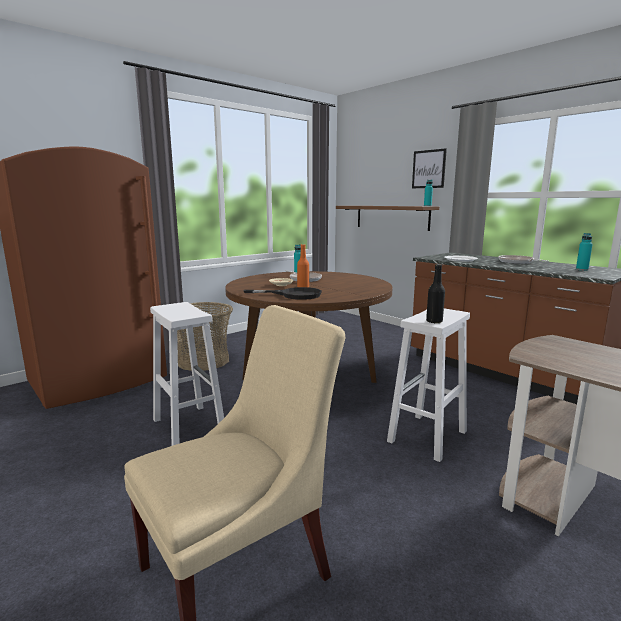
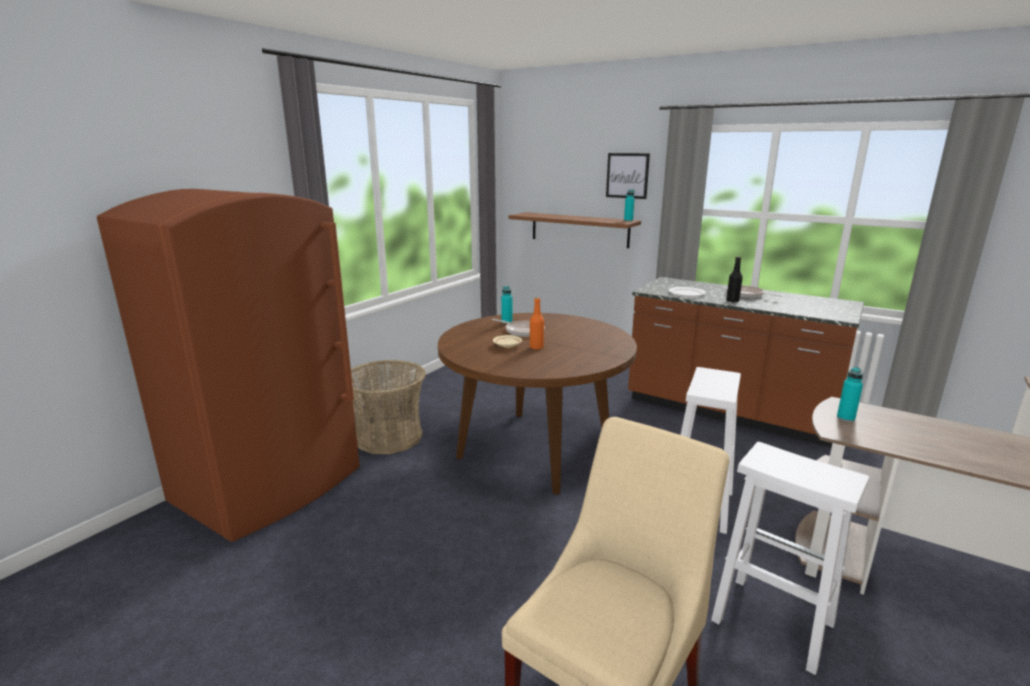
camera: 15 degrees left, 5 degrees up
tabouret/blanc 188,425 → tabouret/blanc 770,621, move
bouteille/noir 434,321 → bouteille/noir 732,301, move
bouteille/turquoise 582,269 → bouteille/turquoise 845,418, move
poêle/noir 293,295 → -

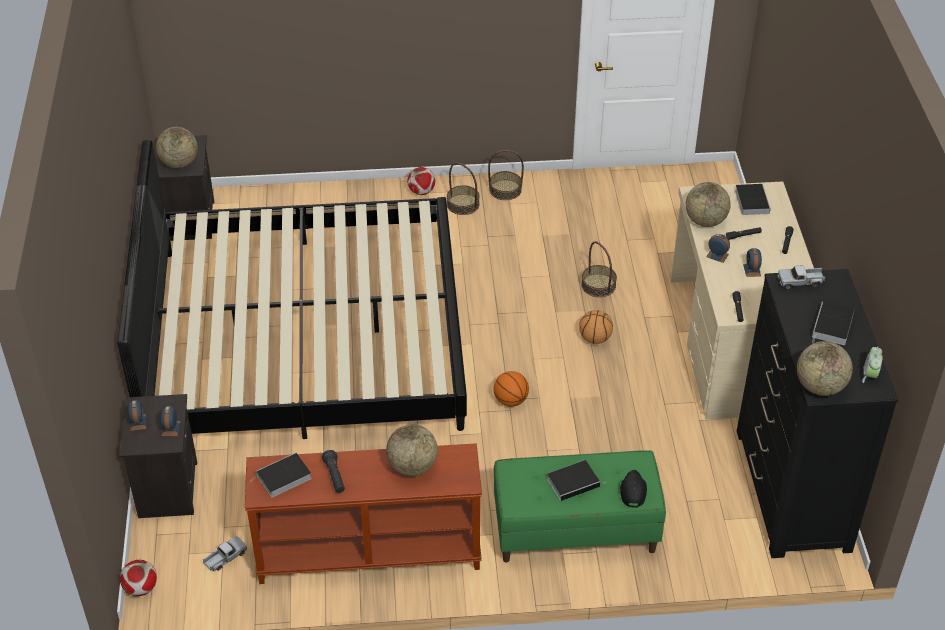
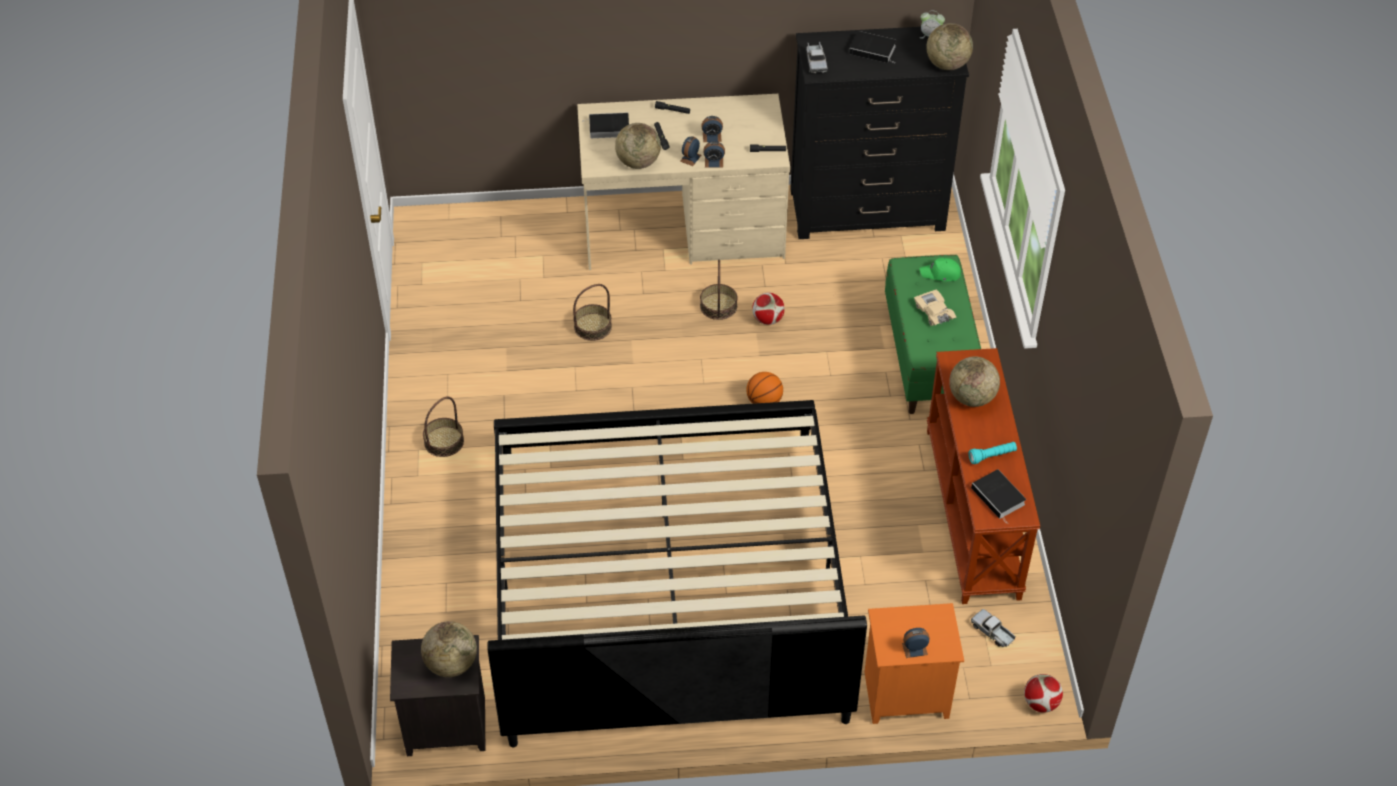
camera: 90 degrees left, 5 degrees up
panier 505,190 → panier 718,306, move
réveil 171,428 → réveil 714,162, move
ballon de foot 421,191 → ballon de foot 768,319, move
table de chevet/noir 166,488 → table de chevet/orange 905,696
livre 574,482 → petite voiture/beige 934,312
casquette/noir 632,491 → casquette/vert 941,273
lampe de poche/noir 335,476 → lampe de poche/turquoise 992,456
ballon de basket 595,339 → -

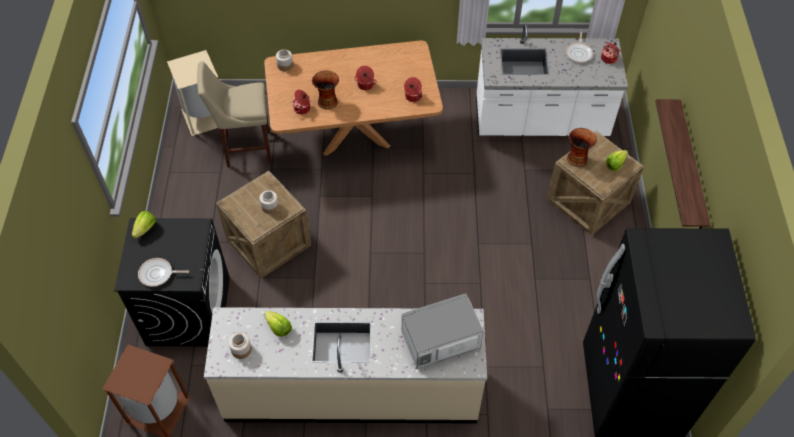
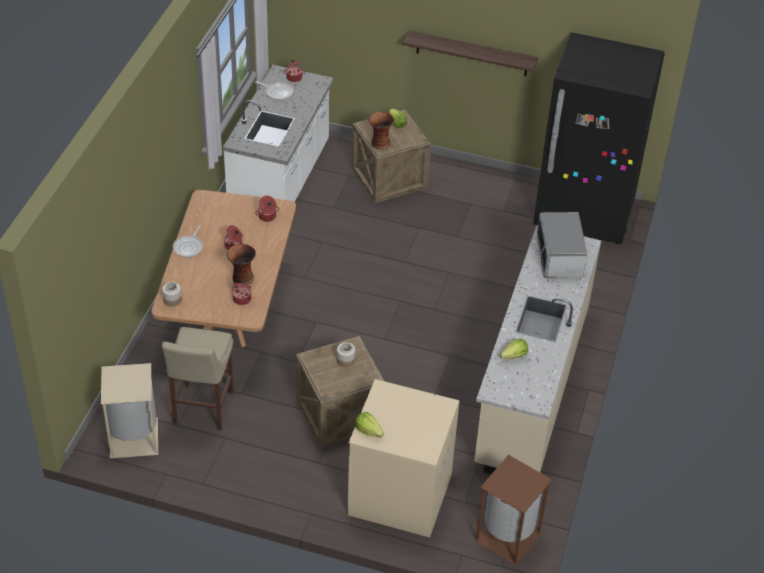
camera: 75 degrees left, 10 degrees down
poêle 158,274 → poêle 189,247, move
lave-linge/noir 188,310 → lave-linge/beige 399,495
bocal 241,349 → -

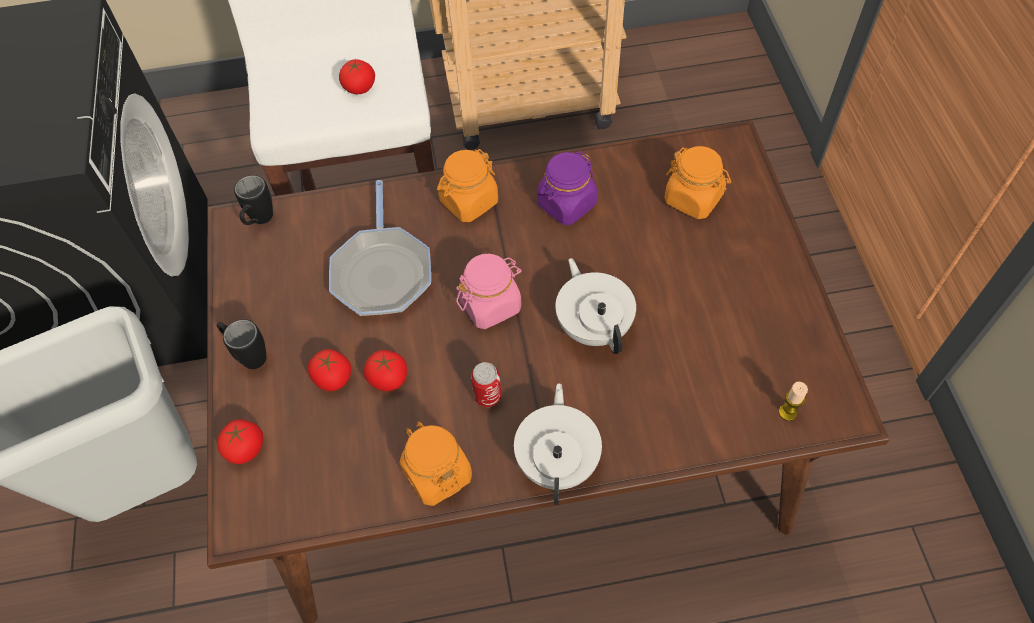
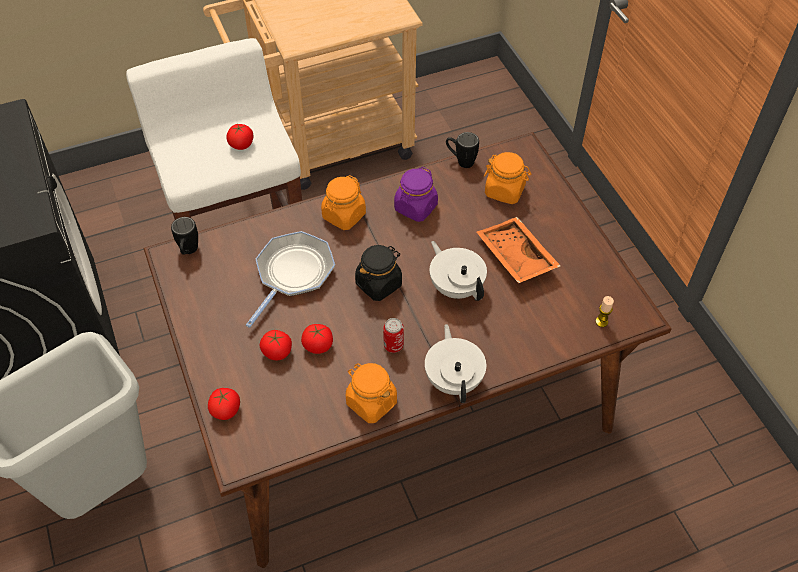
camera: 15 degrees left, 5 degrees down
poêle 382,271 → poêle 293,273, 135 degrees counterclockwise
bocal/rose 490,304 → bocal/noir 379,284
mug/noir 248,354 → mug/noir 460,161, move
- → plateau/orange 514,257

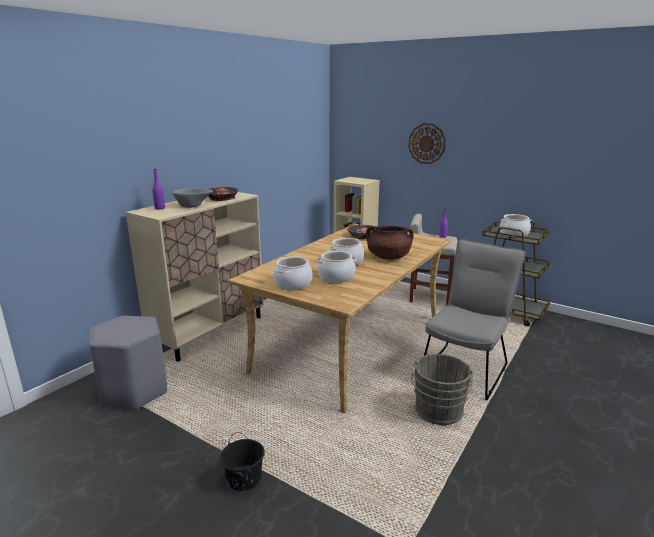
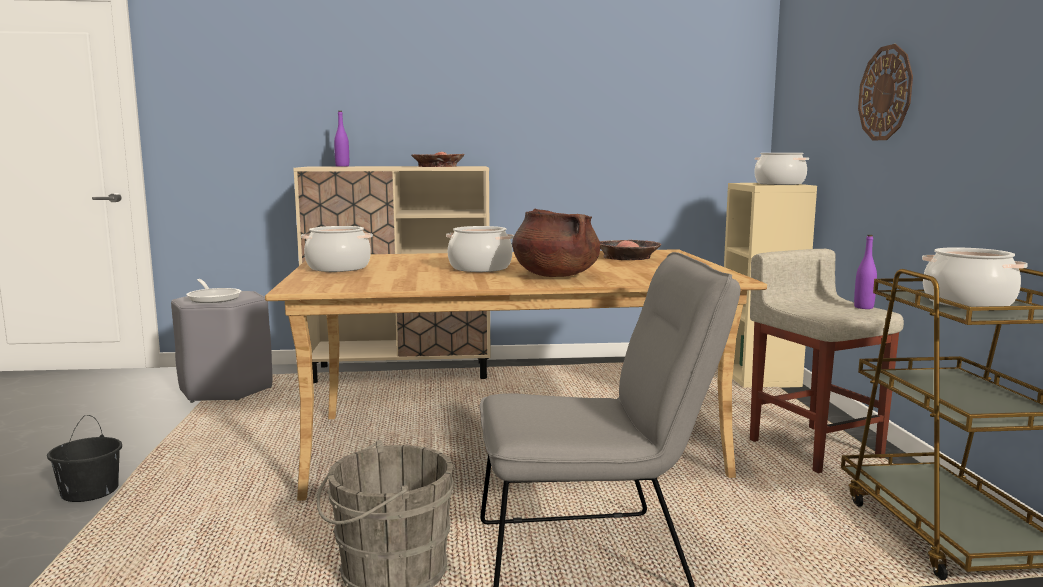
camera: 50 degrees right, 10 degrees down
- → poêle 213,298
marmite 336,277 → marmite 779,184, move
bol/gris 193,206 → -

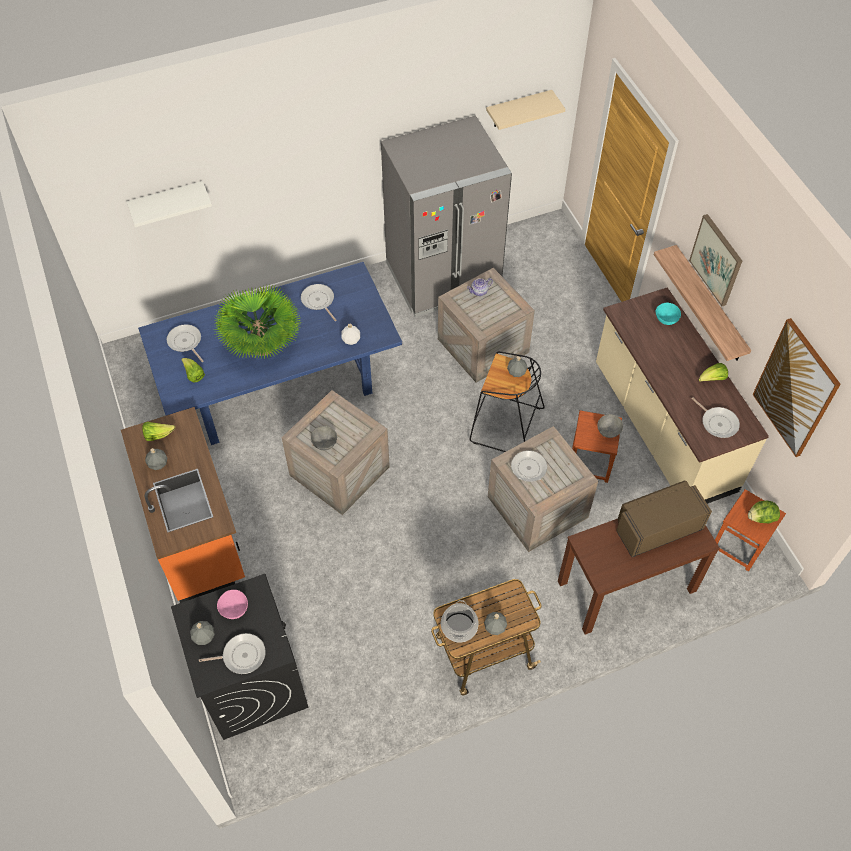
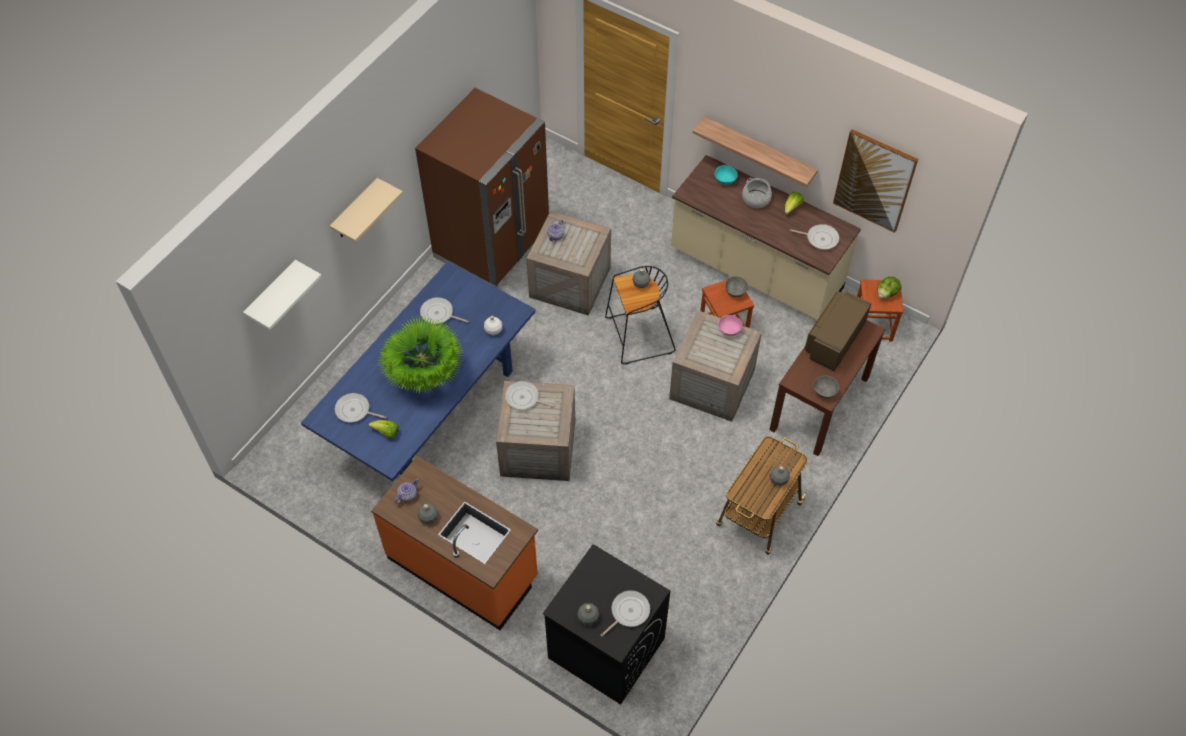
camera: 35 degrees left, 0 degrees up
étagère/beige 518,109 → étagère/beige 355,210, move
laitue 158,435 → théière 407,495
réfrigérateur/gris 443,278 → réfrigérateur/marron 492,244
poêle 530,470 → poêle 524,398, move
bol/rose 234,610 → bol/rose 729,331, move
marmite 459,627 → marmite 755,199, move
bol/gris 324,443 → bol/gris 824,392, move
tableau 716,260 → -

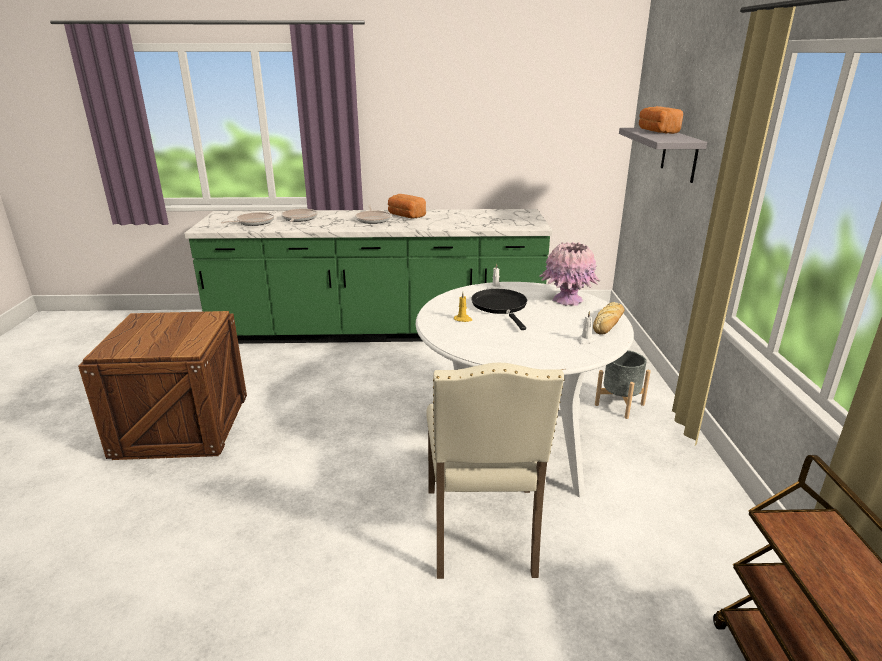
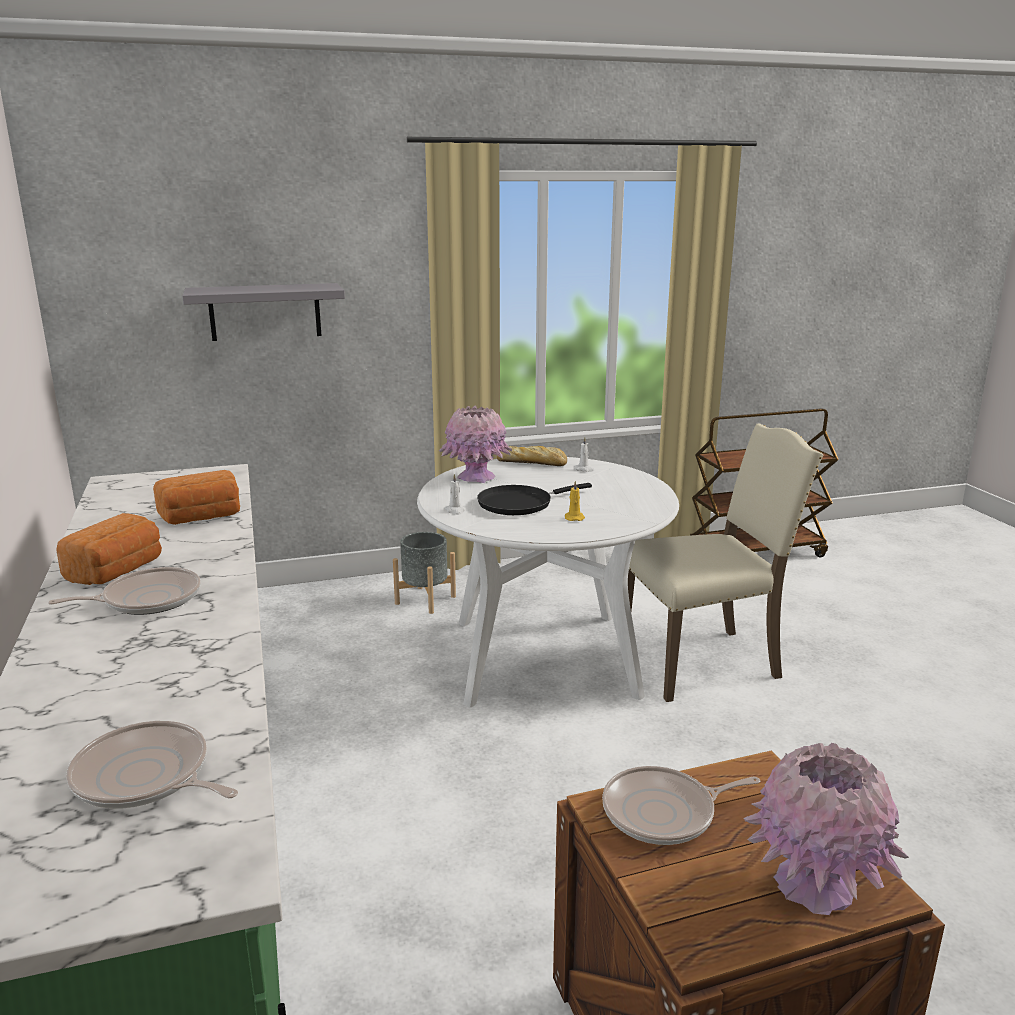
camera: 105 degrees left, 5 degrees down
pain 656,131 → pain 202,517, move
poêle 299,219 → poêle 664,813, move
- → vase/rose 816,886

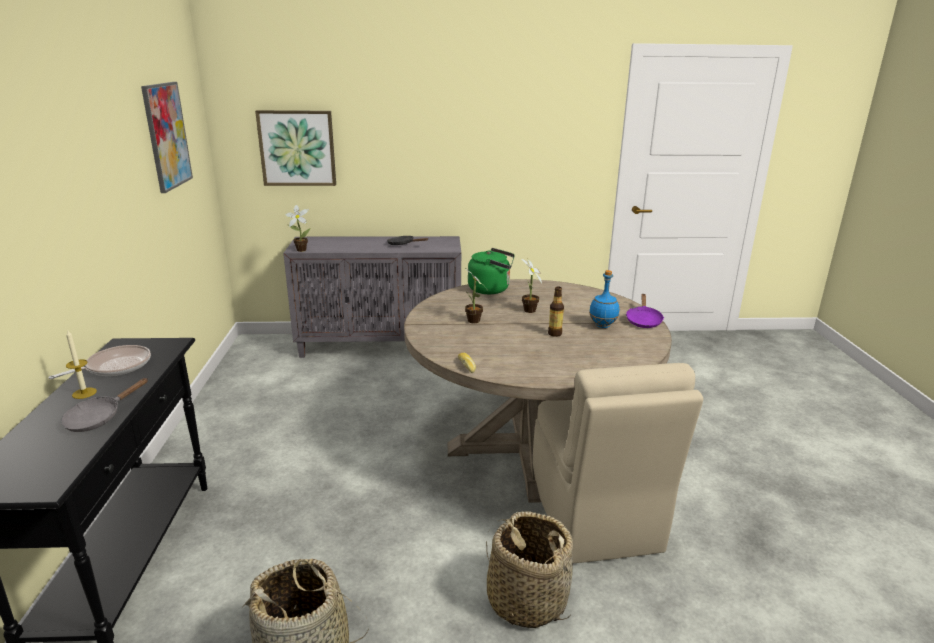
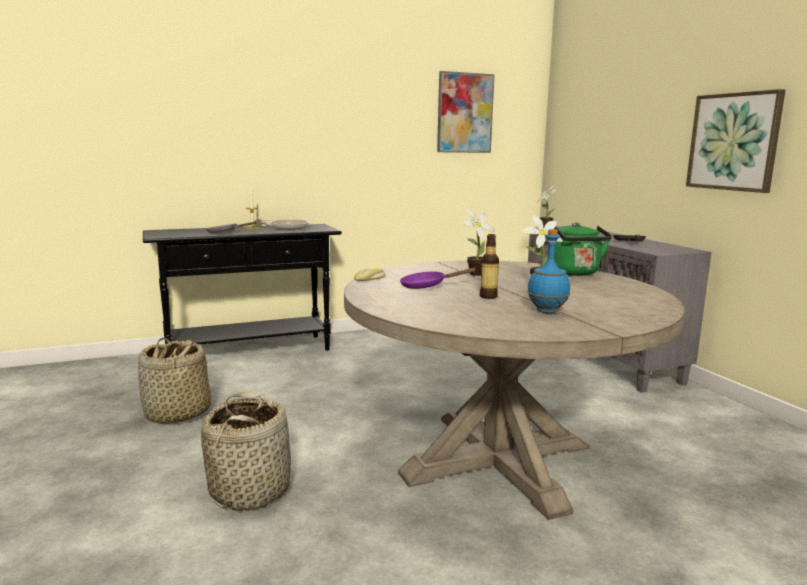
camera: 70 degrees right, 10 degrees down
poêle/violet 643,320 → poêle/violet 427,286, move
tableau 297,148 → tableau 734,142, move
chaise/beige 595,517 → -

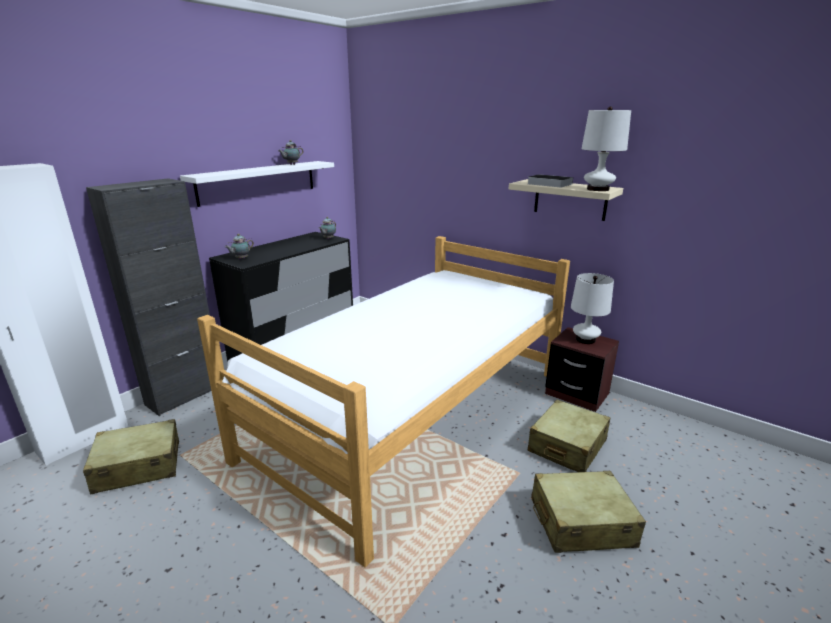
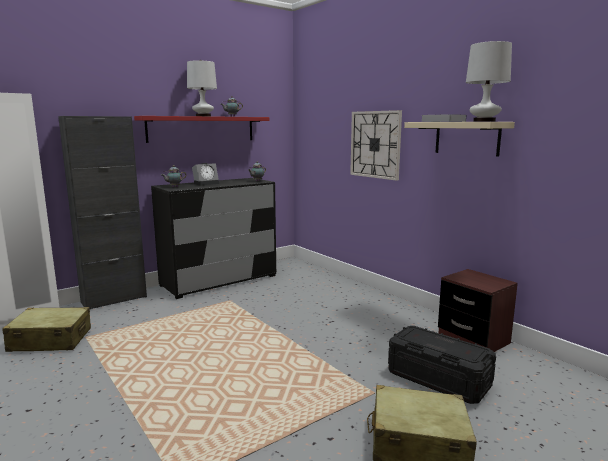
camera: 15 degrees right, 10 degrees down
étagère/blanc 258,182 → étagère/rouge 202,129
lampe de table/blanc 585,339 → lampe de table/blanc 203,116, move
- → réveil 206,183
- → horloge murale 375,144
valise/beige 567,446 → boîte de rangement/noir 438,379
lit 414,413 → -

